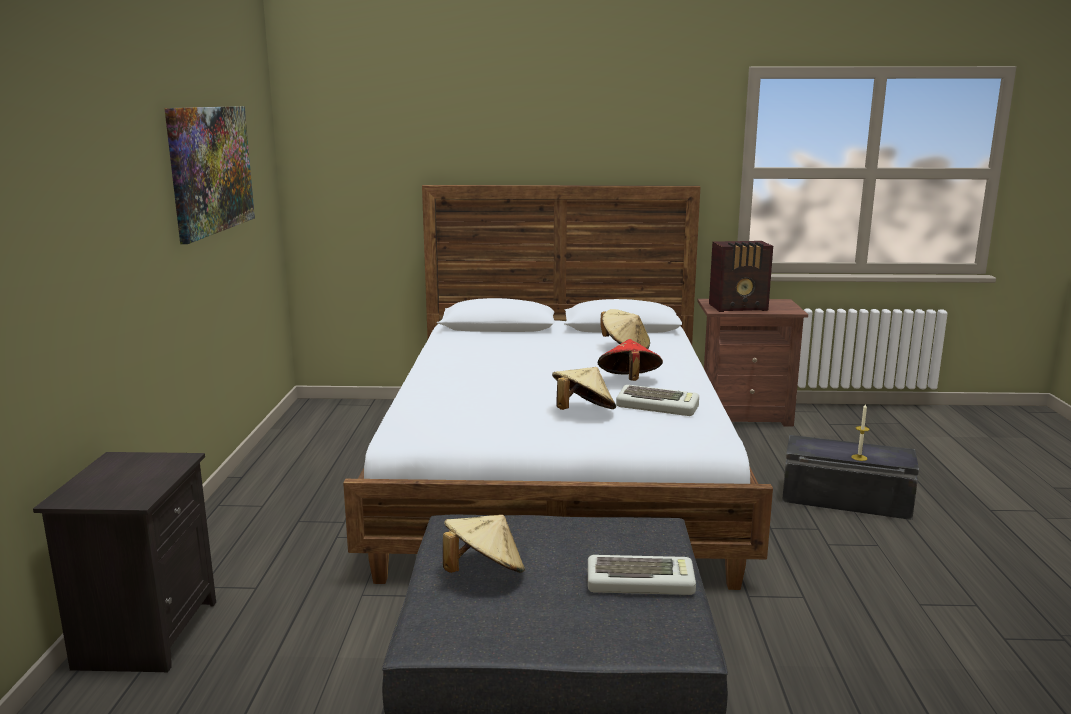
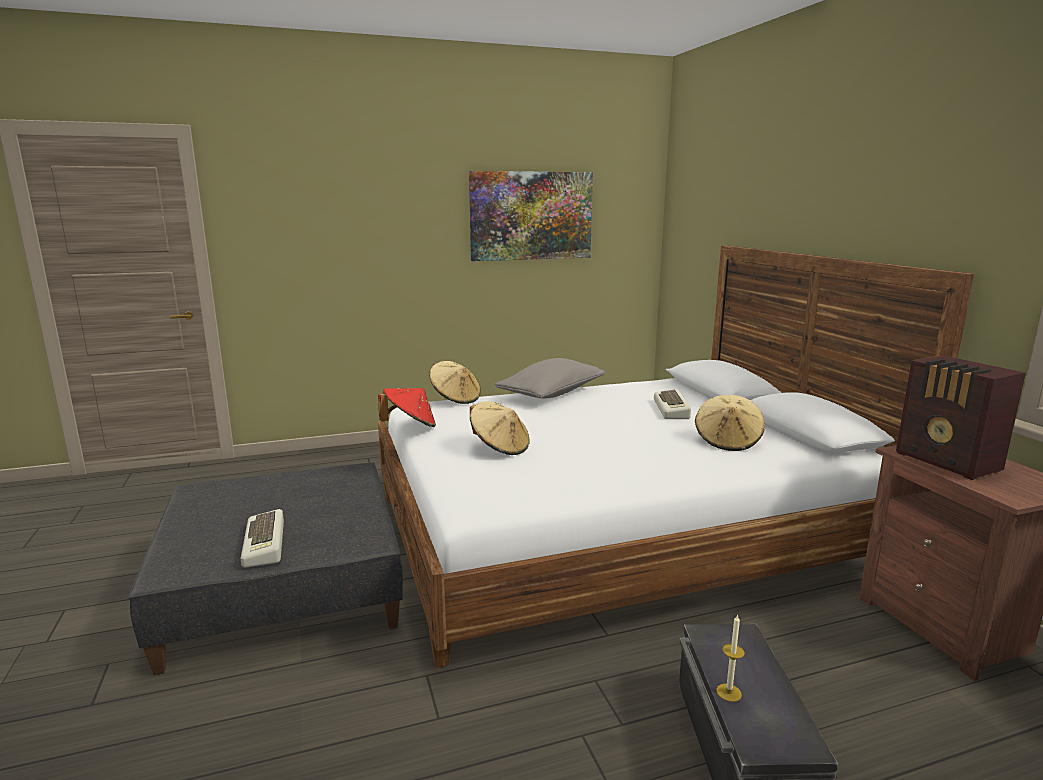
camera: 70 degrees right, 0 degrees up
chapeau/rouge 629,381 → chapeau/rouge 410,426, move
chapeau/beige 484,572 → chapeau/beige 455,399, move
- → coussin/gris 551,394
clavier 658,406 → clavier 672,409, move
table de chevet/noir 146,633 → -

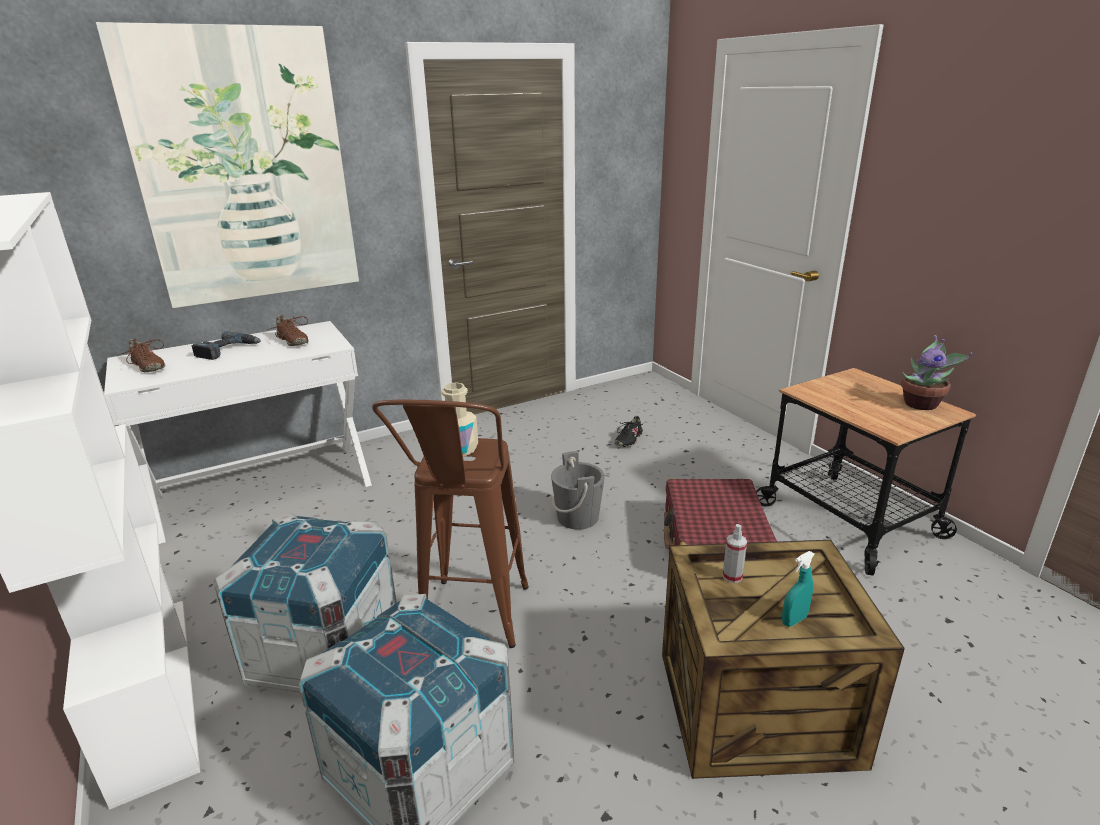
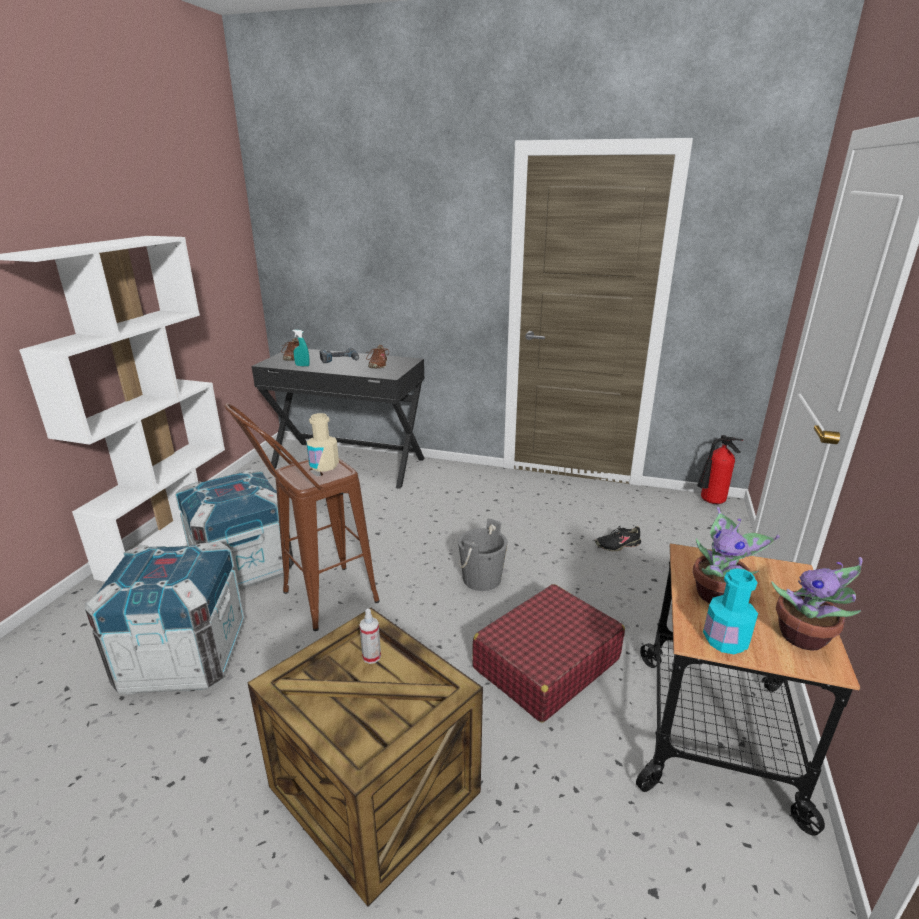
camera: 45 degrees right, 0 degrees up
bureau/blanc 264,489 → bureau/noir 349,463
vaporisateur/turquoise 794,620 → vaporisateur/turquoise 302,366, move
- → plante en pot 718,594
- → extincteur 710,502
- → bouteille/turquoise 725,640
tableau 244,169 → -

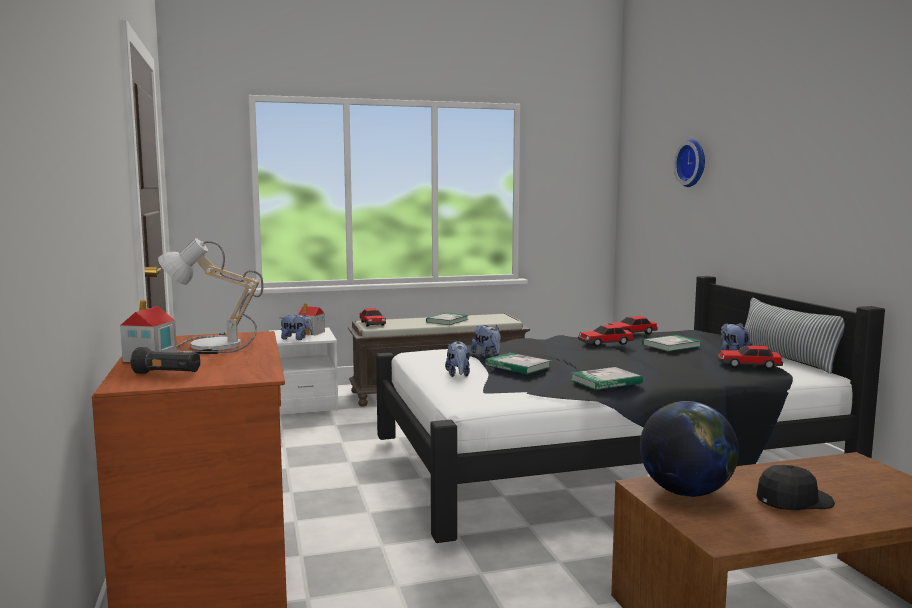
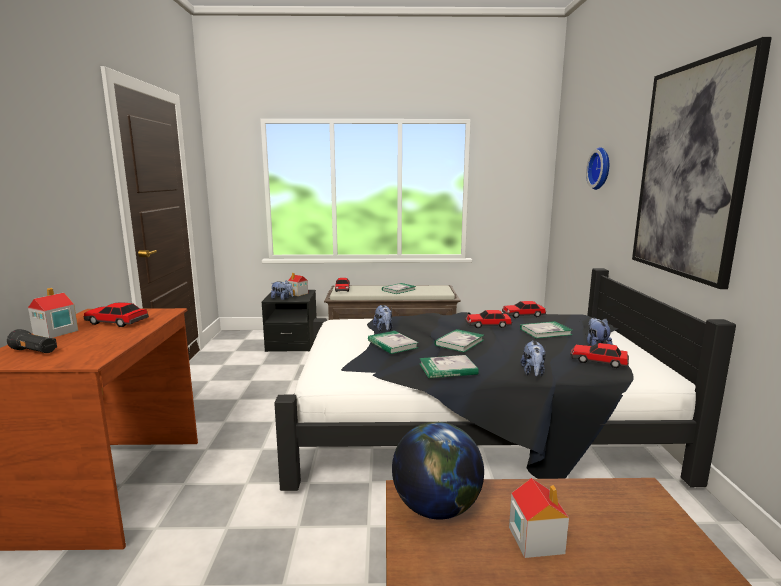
camera: 15 degrees right, 5 degrees up
lampe de table 210,346 → petite voiture 116,322
table de chevet/blanc 303,404 → table de chevet/noir 292,343
- → livre 459,342
casquette/noir 793,500 → maison miniature 535,539
peluche 458,375 → peluche 533,373, move
- → tableau 691,171
coussin 786,360 → -

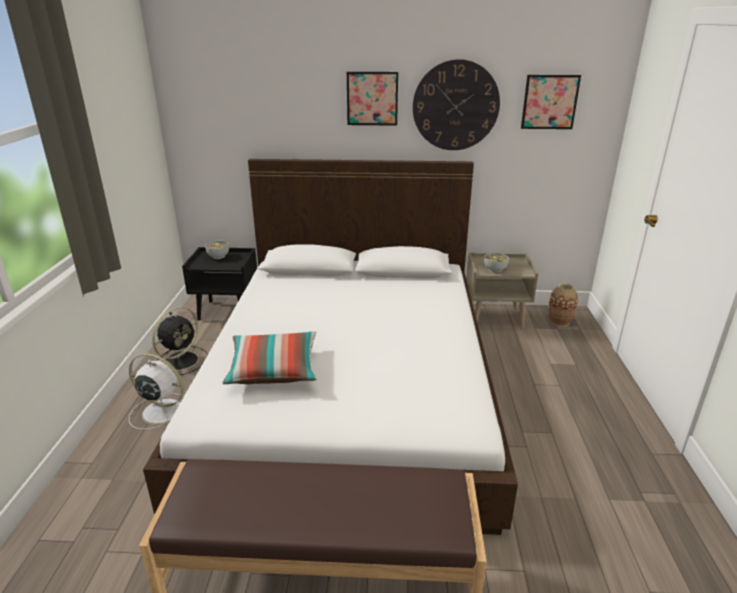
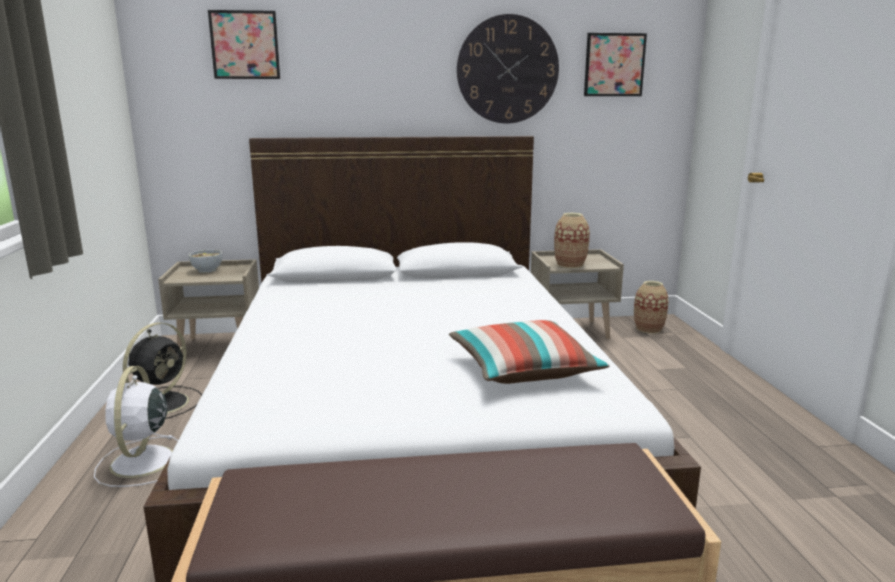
camera: 10 degrees left, 10 degrees down
ventilateur/blanc 161,411 → ventilateur/blanc 141,463, 105 degrees counterclockwise
table de chevet/noir 228,311 → table de chevet/beige 219,346
tableau 372,98 → tableau 245,45, move
coussin 274,370 → coussin 523,370, move
bol 495,269 → vase 570,265

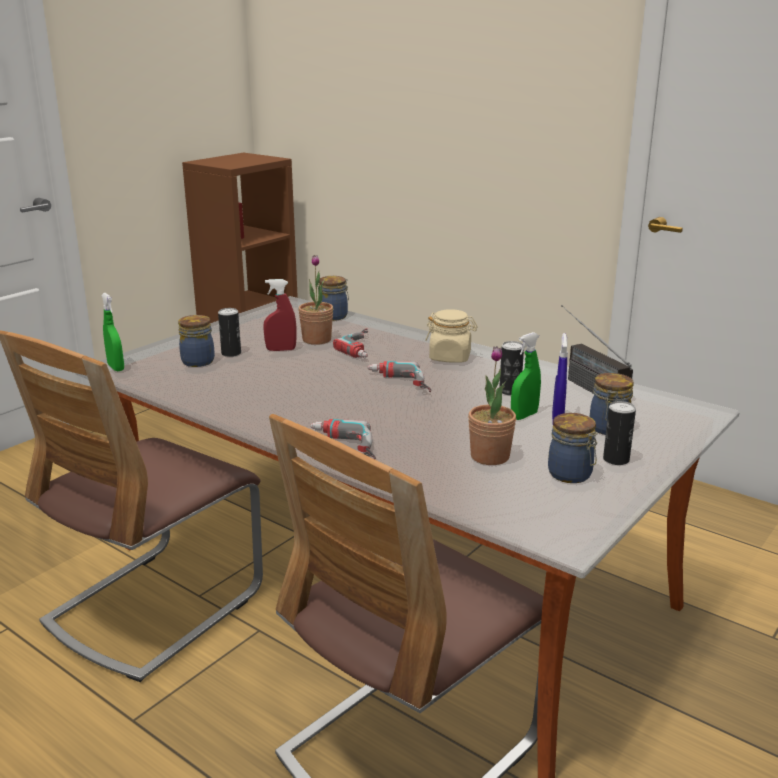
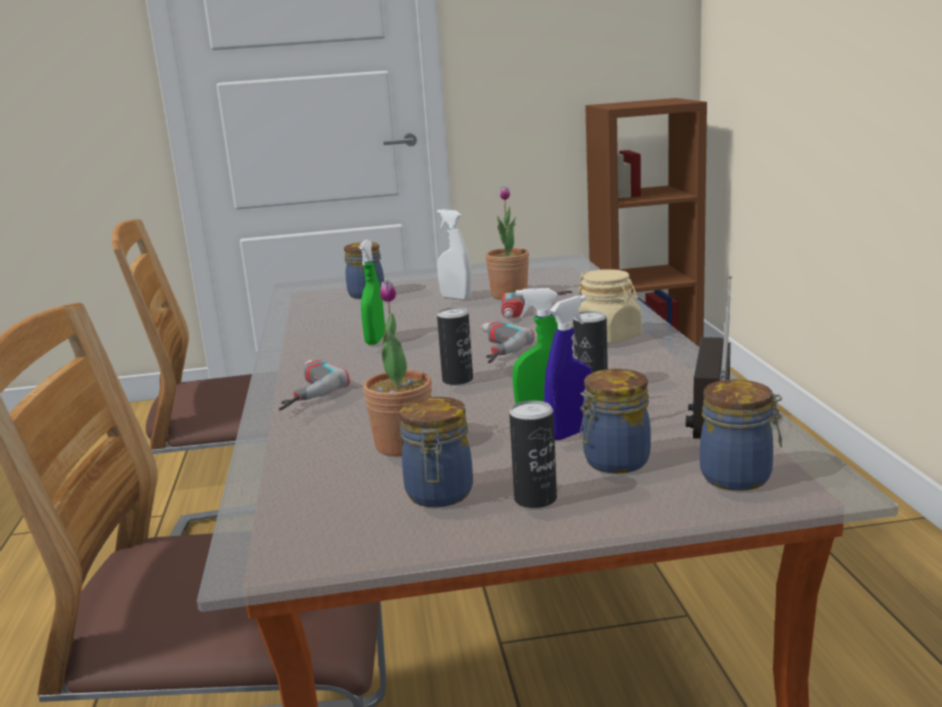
camera: 45 degrees right, 5 degrees down
vaporisateur/vert 116,368 → vaporisateur/vert 375,340, move
vaporisateur/rouge 281,349 → vaporisateur/blanc 456,297
boîte métallique 231,353 → boîte métallique 457,380, move
bocal 334,316 → bocal 739,477, move

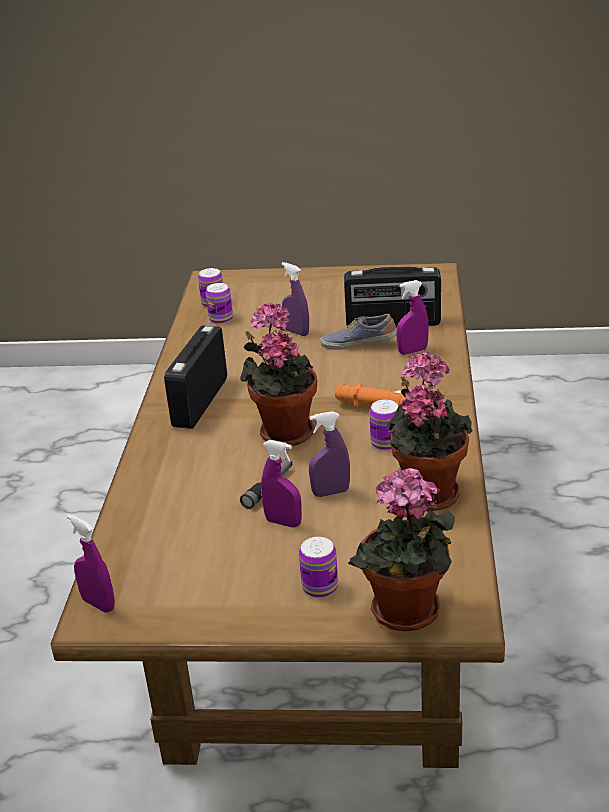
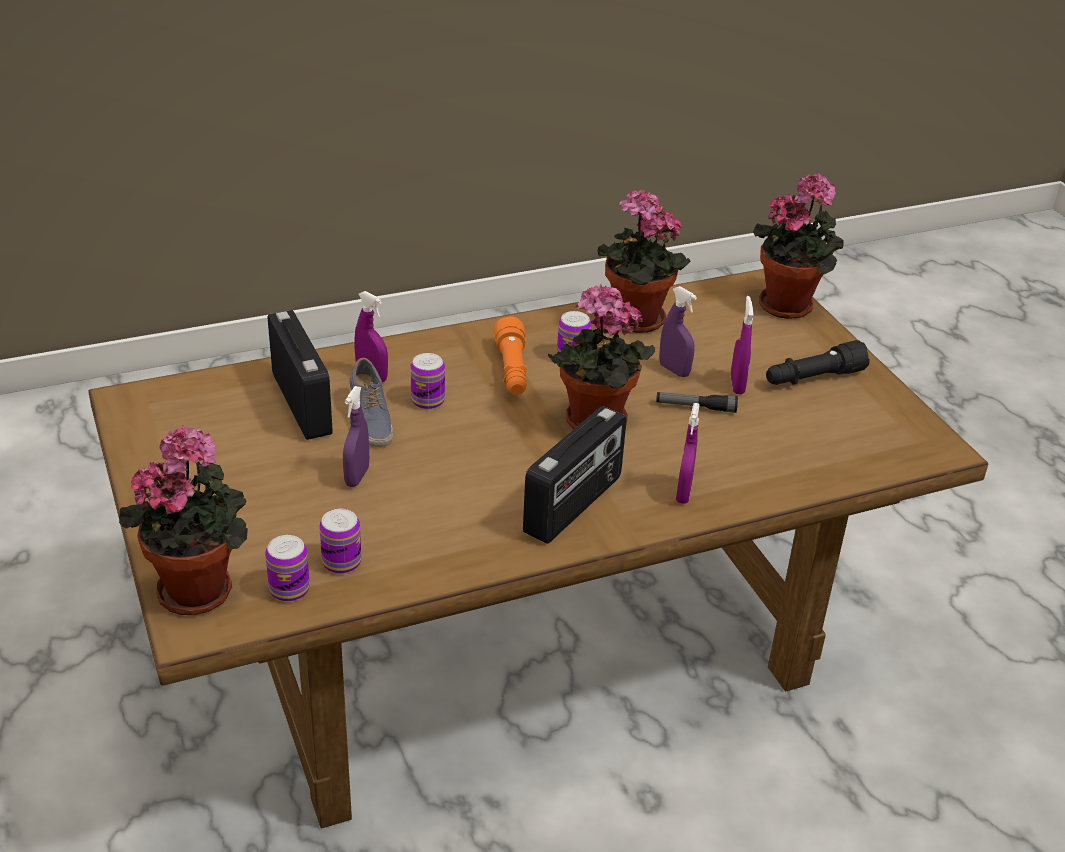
camera: 120 degrees left, 5 degrees up
- → plante en pot 199,587
boîte métallique 320,587 → boîte métallique 428,401, move
radio 199,402 → radio 574,505, 45 degrees counterclockwise
vaporisateur/violet 98,604 → vaporisateur/violet 683,493, move
- → lampe de poche/noir 813,378

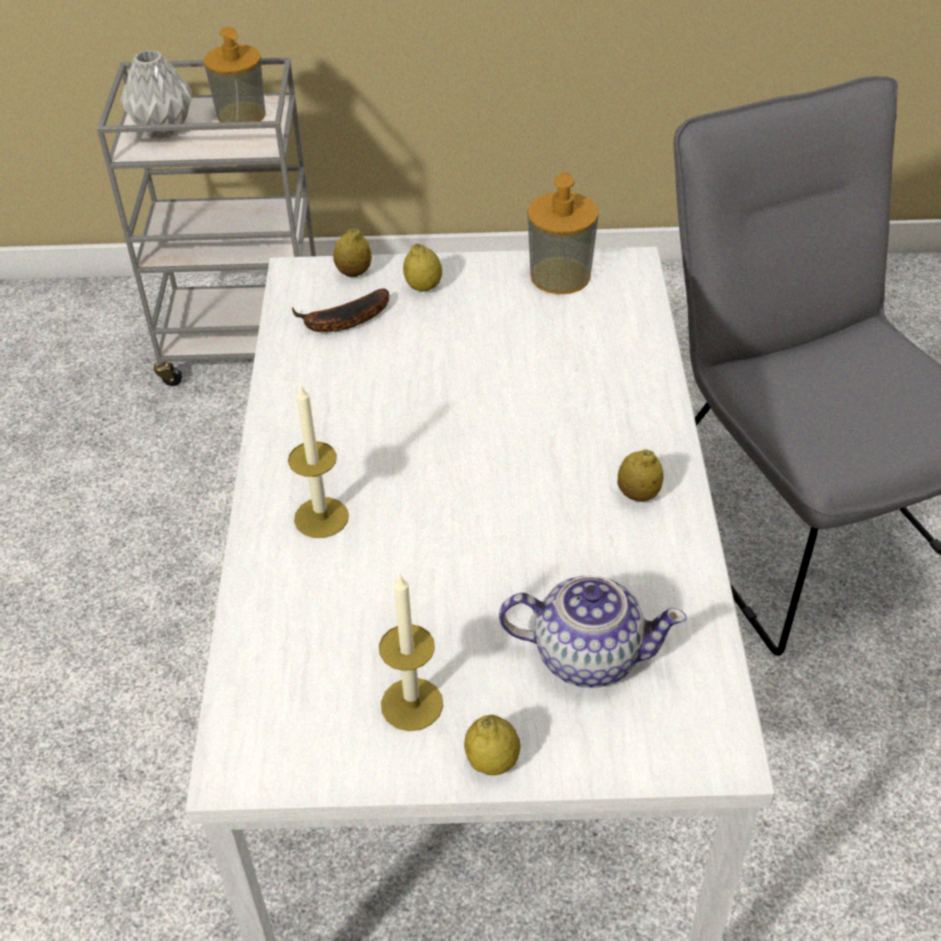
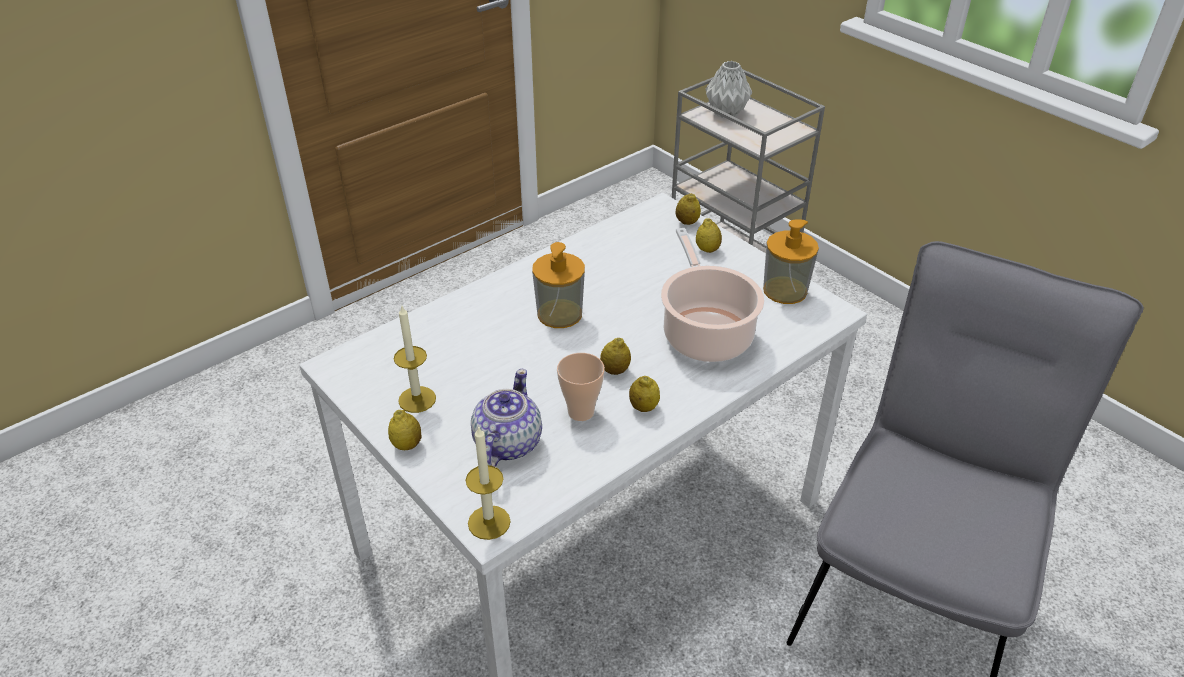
camera: 50 degrees right, 5 degrees down
bougie 321,517 → bougie 489,522, move
théière 586,654 → théière 506,444, 135 degrees counterclockwise
distributeur de savon 241,115 → distributeur de savon 559,314, move
- → tasse 581,412
- → citron 615,370
- → marmite 705,333
banane 342,322 → -

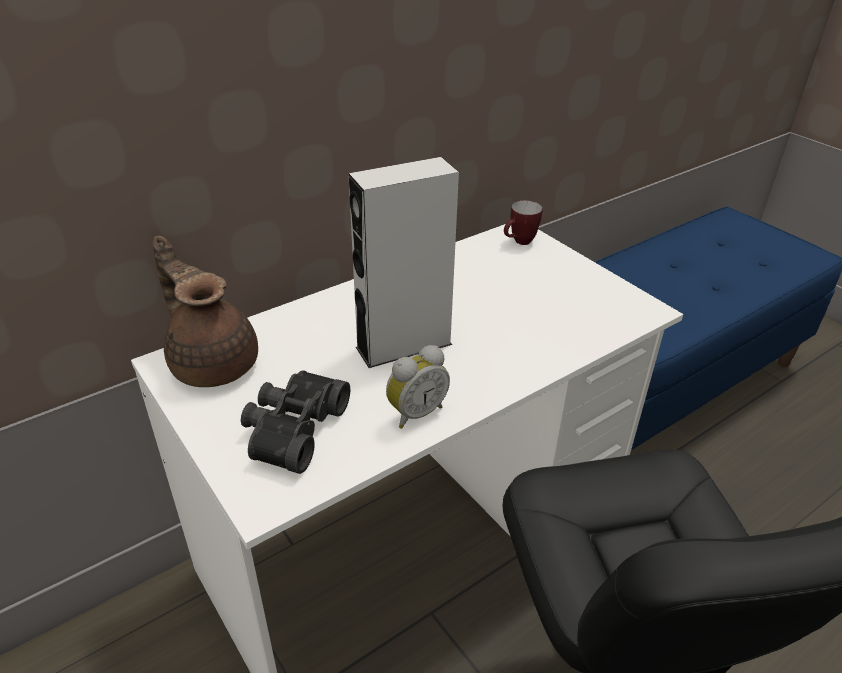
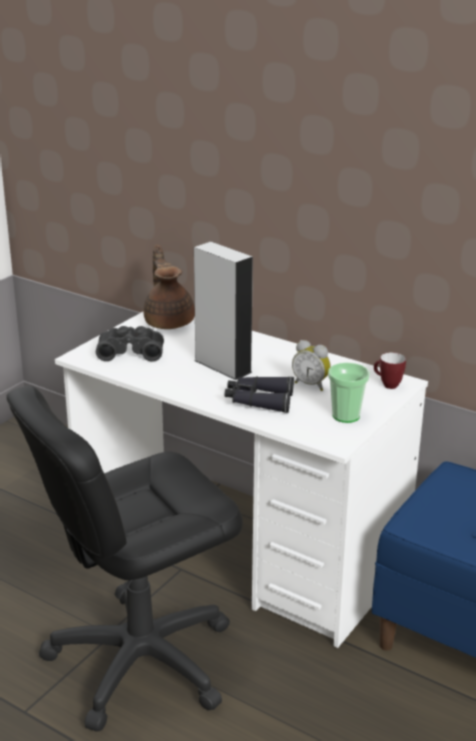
camera: 70 degrees right, 10 degrees down
théière/marron 213,362 → théière/marron 169,321, 45 degrees counterclockwise
- → jumelles/noir 258,400
réveil 415,412 → réveil 311,384, move
- → tasse 346,416

